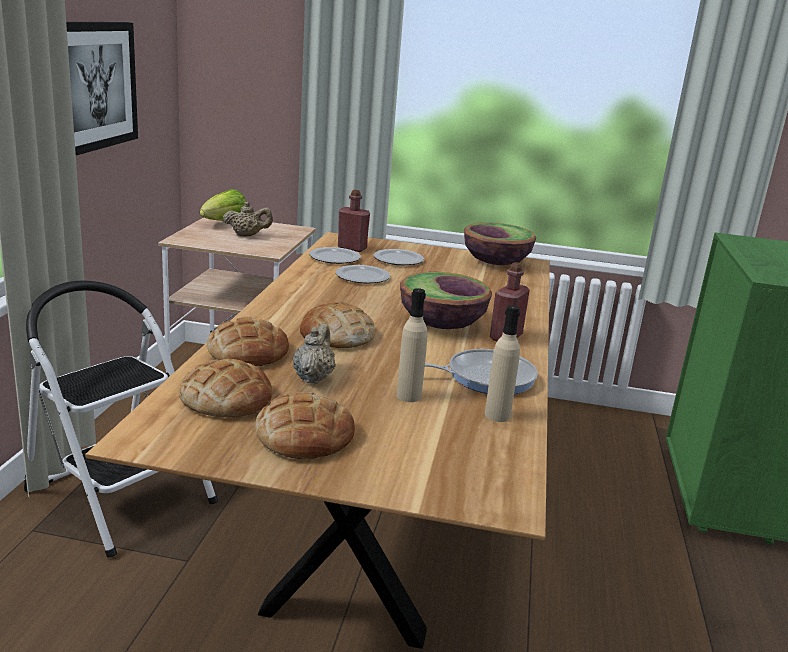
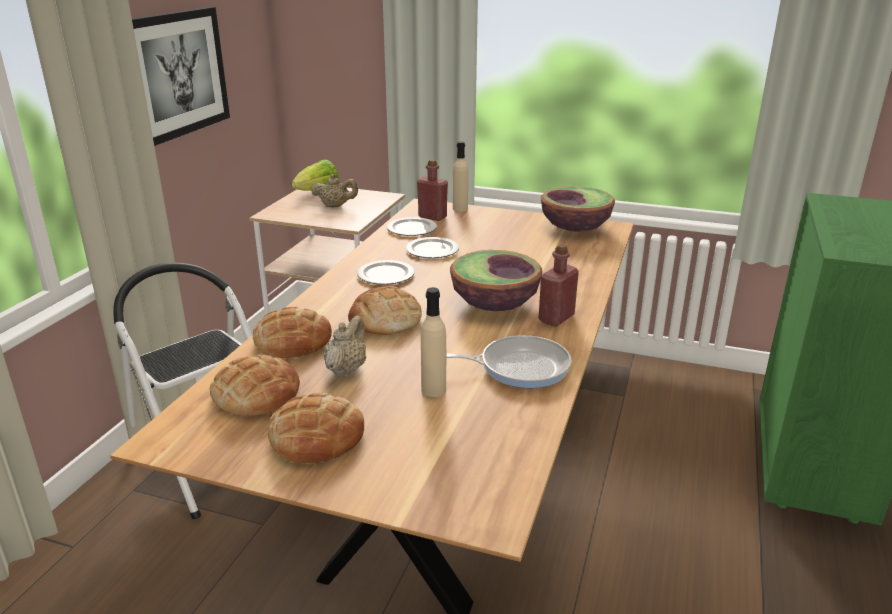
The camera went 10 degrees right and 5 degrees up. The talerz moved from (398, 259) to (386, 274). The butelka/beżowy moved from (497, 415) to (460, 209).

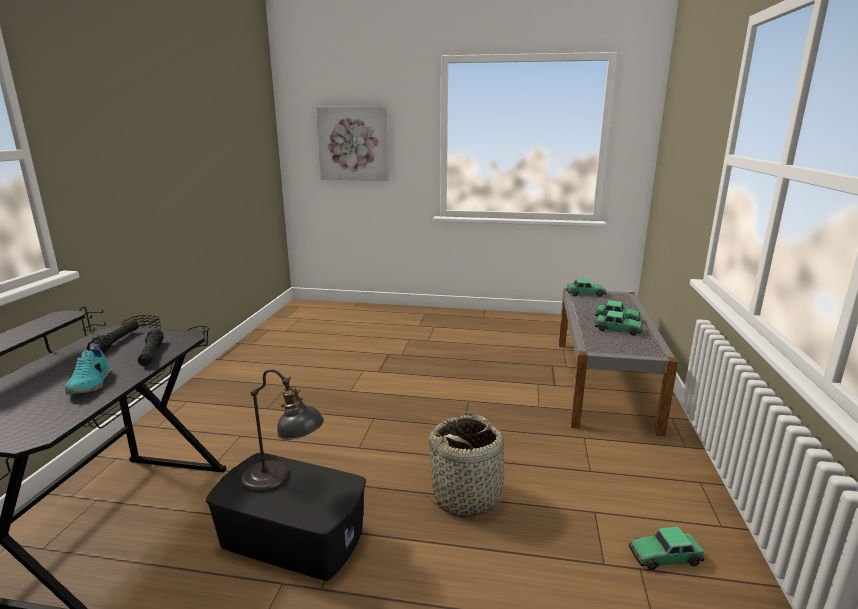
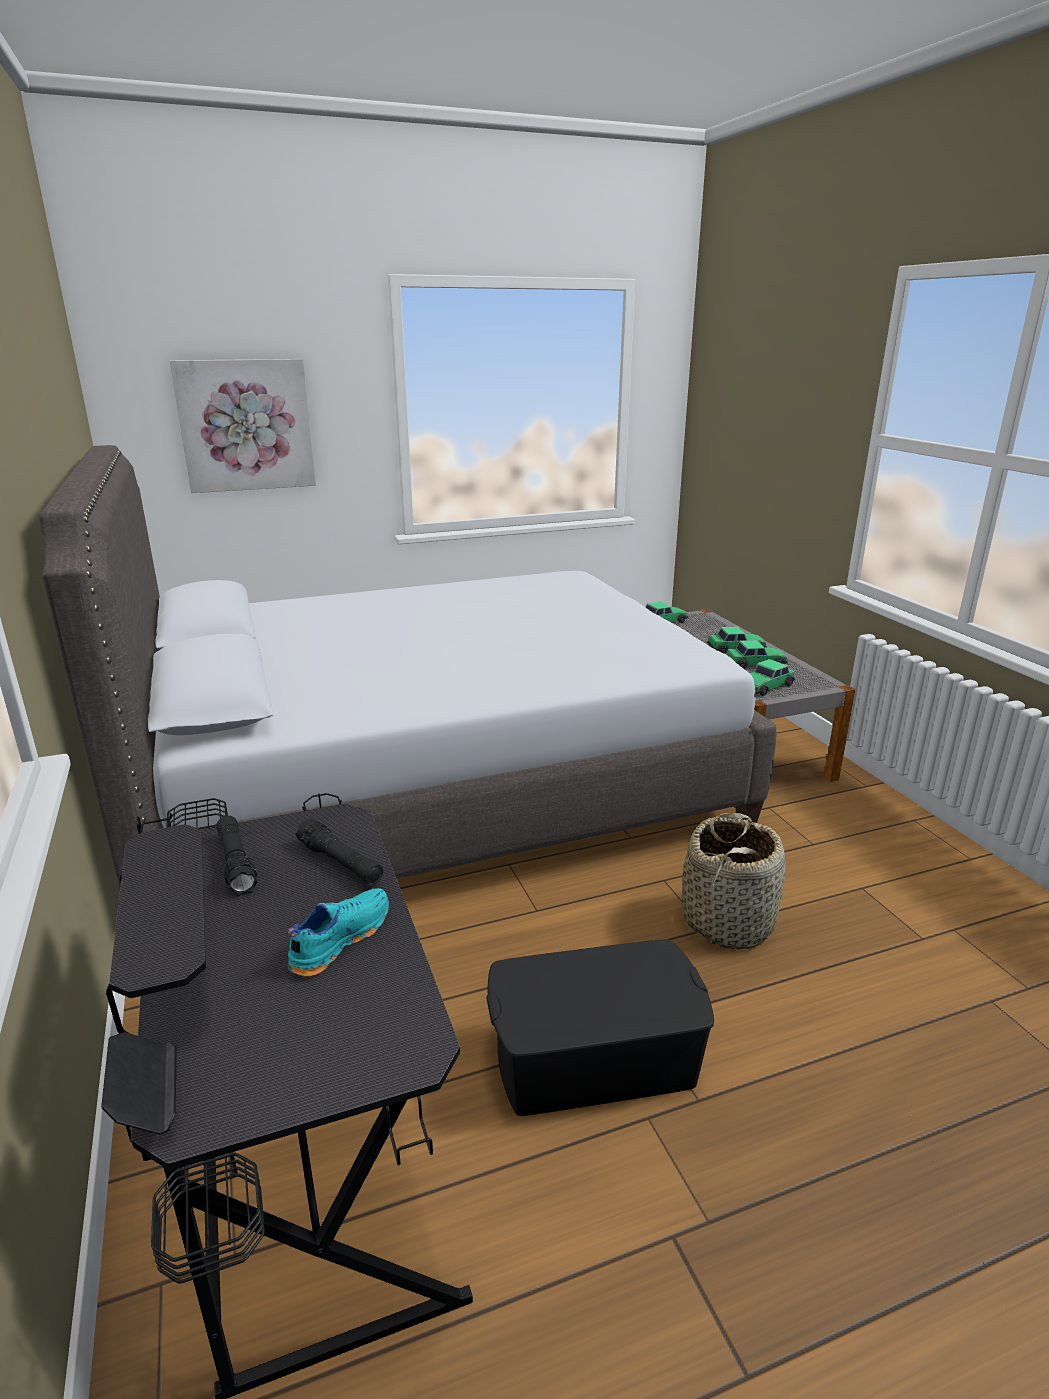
The camera went 30 degrees left and 5 degrees up. The łóżko/szary at (431, 786) appeared. The but/turkusowy at (91, 384) turned 105 degrees counterclockwise. The samochodzik moved from (664, 556) to (765, 686). The lampa stołowa/szary at (284, 481) disappeared.

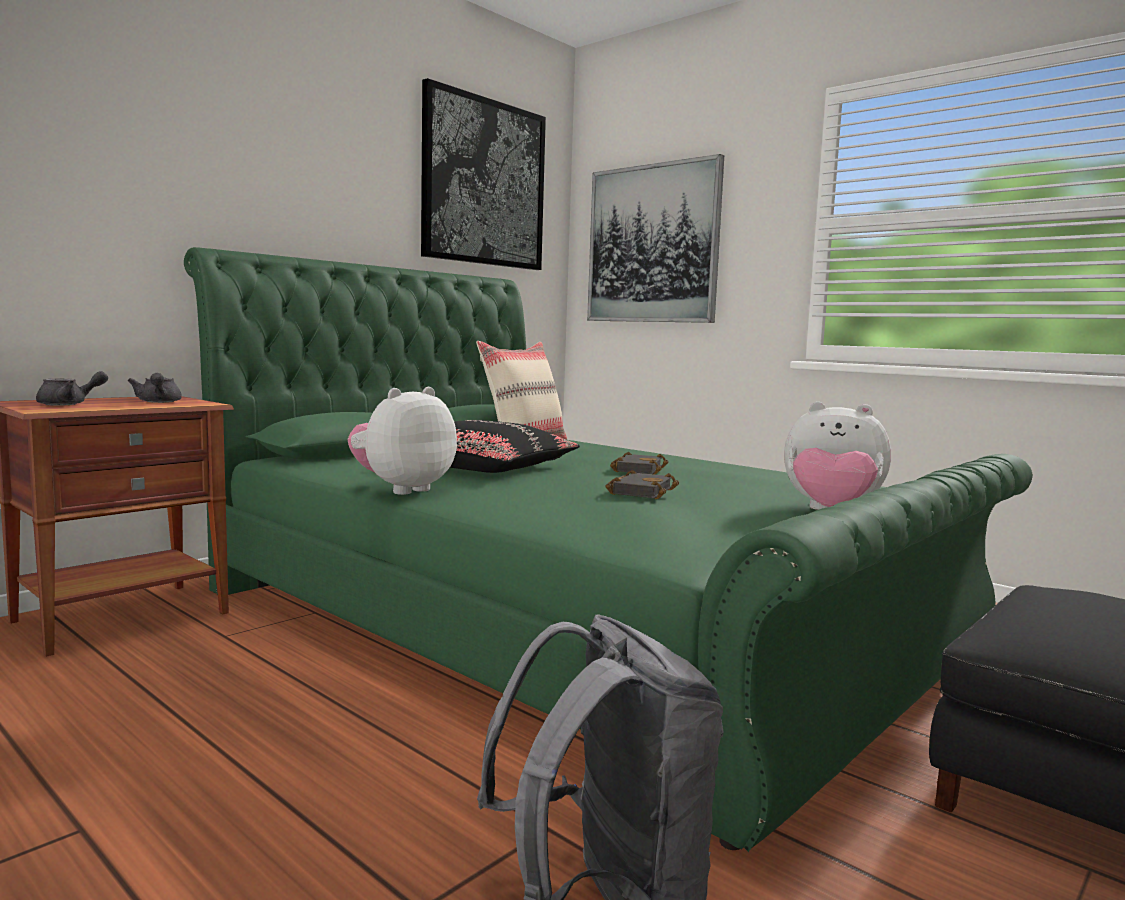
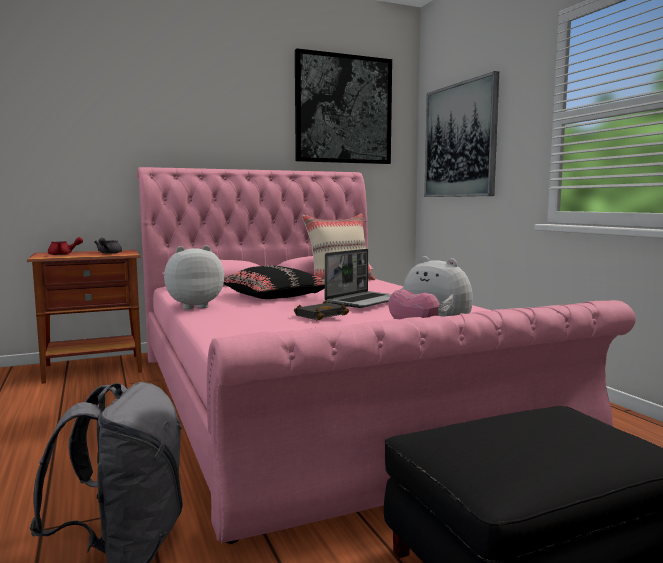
The camera went 25 degrees right and 0 degrees up. The imbryk/szary at (69, 404) became the imbryk/czerwony at (64, 254). The łóżko/zielony at (569, 615) became the łóżko/różowy at (320, 396). The książka/czarny at (637, 469) was replaced by the laptop at (364, 301).

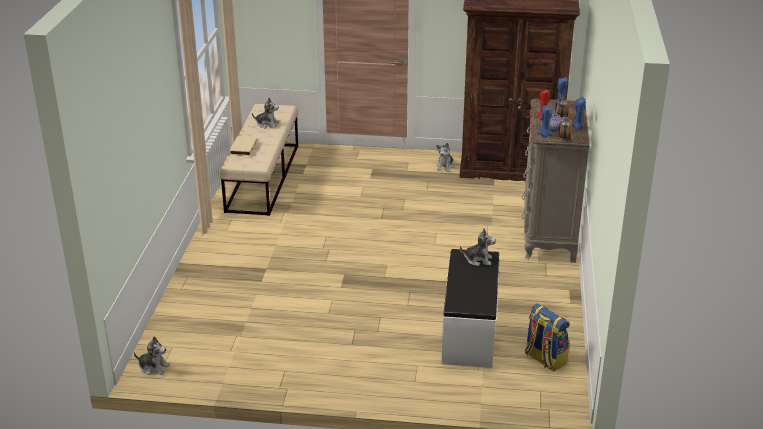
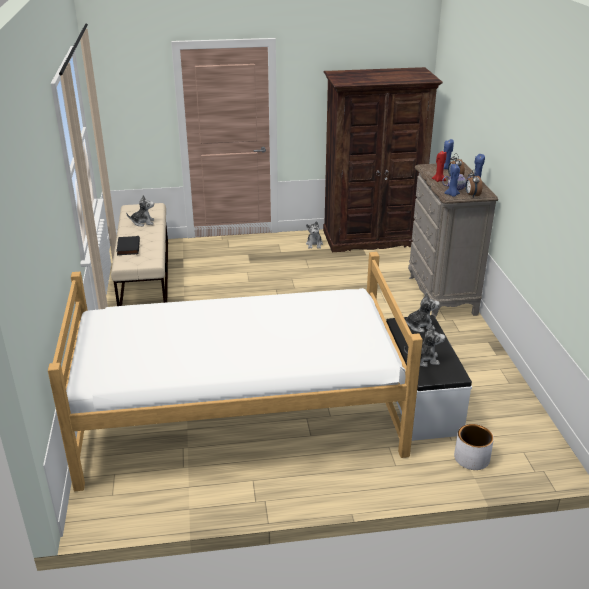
The camera went 15 degrees left and 0 degrees up. The łóżko at (239, 416) appeared. The książka/beżowy at (242, 148) became the książka/czarny at (127, 247). The pluszak moved from (153, 367) to (424, 359). The donica/biały at (471, 458) appeared. The plecak at (544, 359) disappeared.

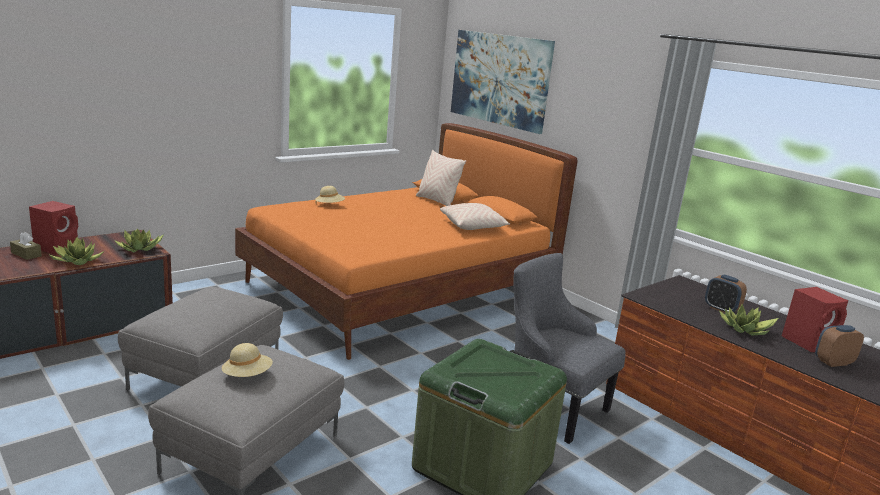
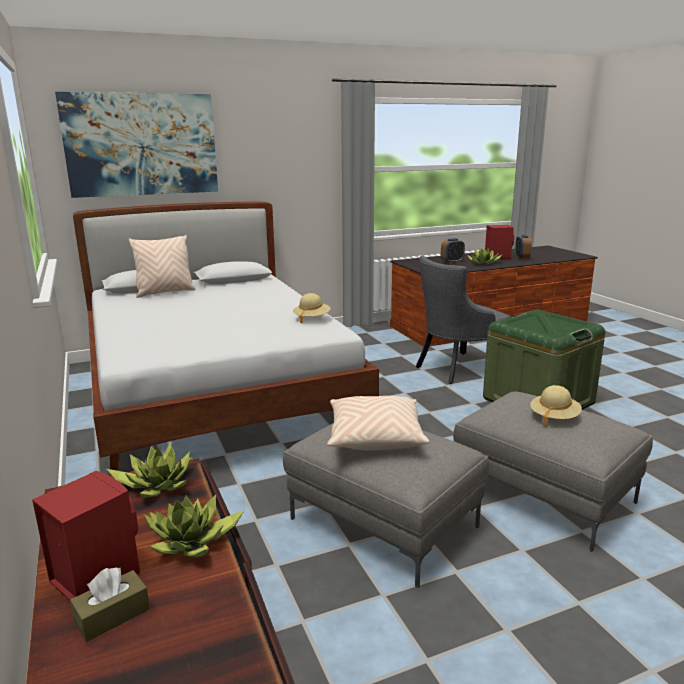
The camera went 70 degrees left and 0 degrees up. The łóżko/pomarańczowy at (400, 291) became the łóżko/biały at (216, 394). The kapelusz/beżowy moved from (329, 206) to (312, 318). The poduszka/beżowy moved from (473, 226) to (375, 436).

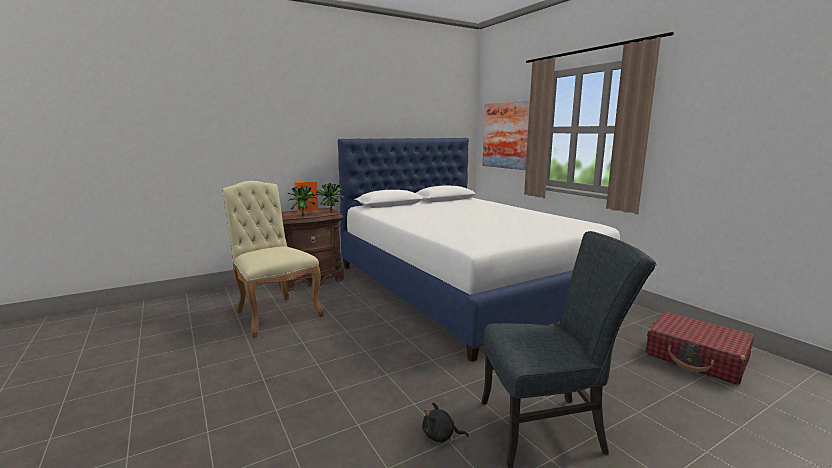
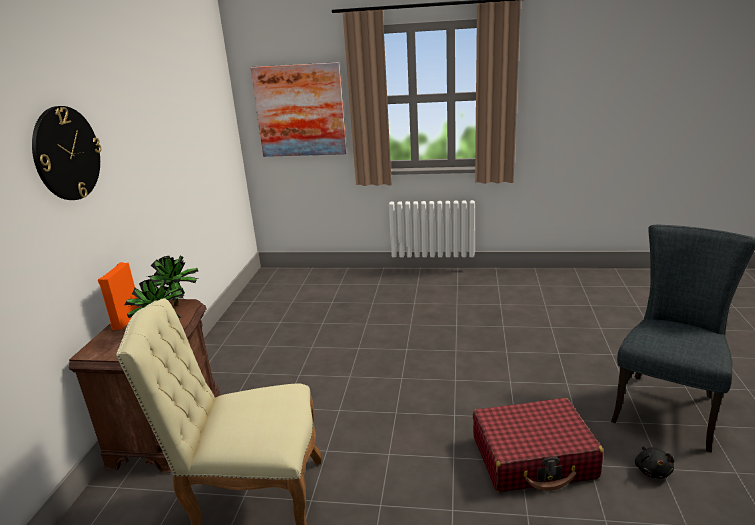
The camera went 50 degrees left and 10 degrees up. The zegar ścienny at (66, 153) appeared. The walizka/czerwony moved from (696, 358) to (533, 457). The pluszak/czarny at (441, 436) turned 45 degrees counterclockwise. The łóżko/biały at (464, 286) disappeared.

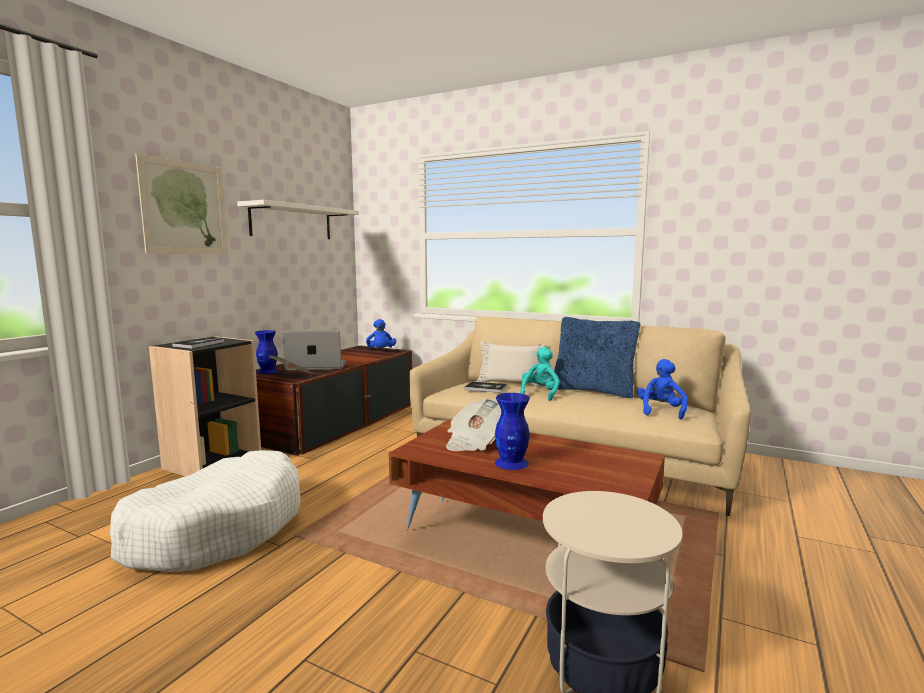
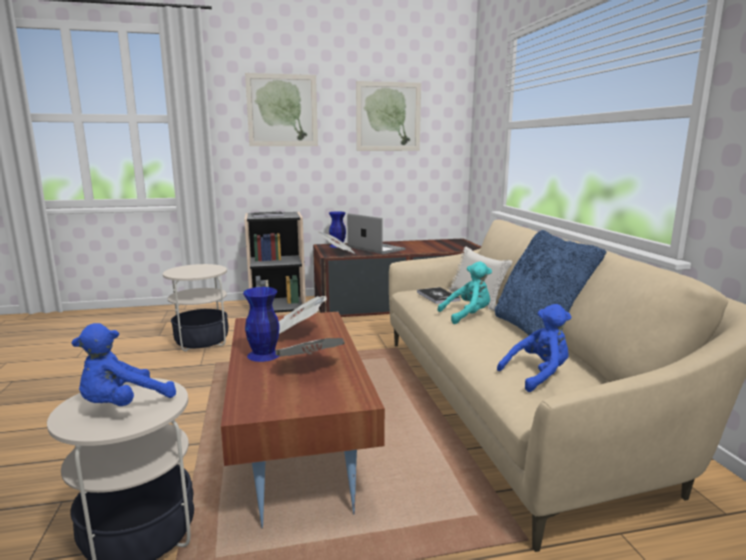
The camera went 50 degrees right and 5 degrees up. The pluszak/niebieski moved from (381, 351) to (123, 405). The legowisko/biały at (218, 528) was replaced by the stolik/beżowy at (201, 343). The gazeta at (310, 366) appeared. The półka/biały at (292, 222) was replaced by the obraz at (388, 117).

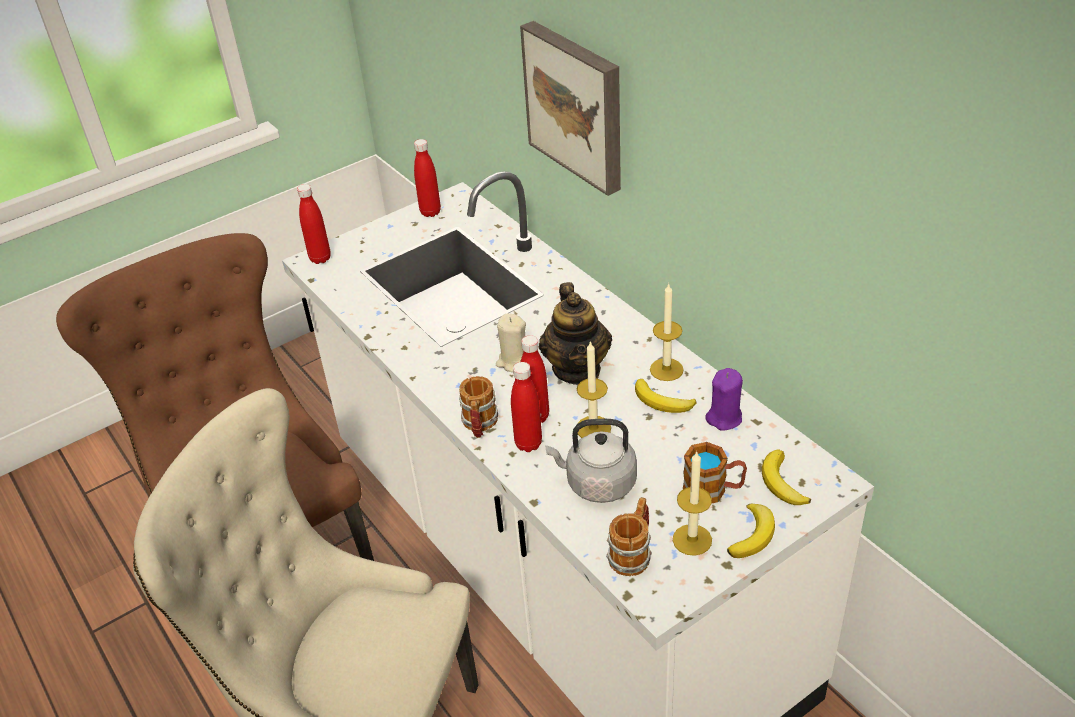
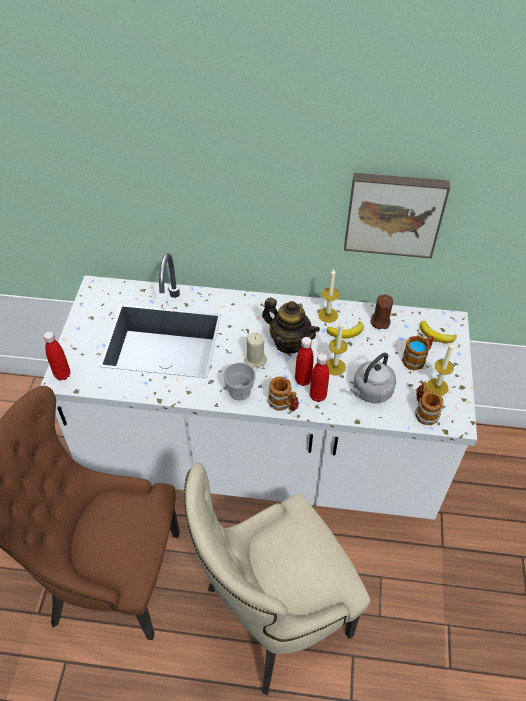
The camera went 50 degrees left and 10 degrees up. The filiżanka at (239, 391) appeared. The obraz moved from (577, 105) to (394, 213). The świeca/fioletowy at (724, 418) became the świeca/brązowy at (380, 321). The butelka/czerwony at (430, 212) disappeared. The banan at (753, 535) disappeared.

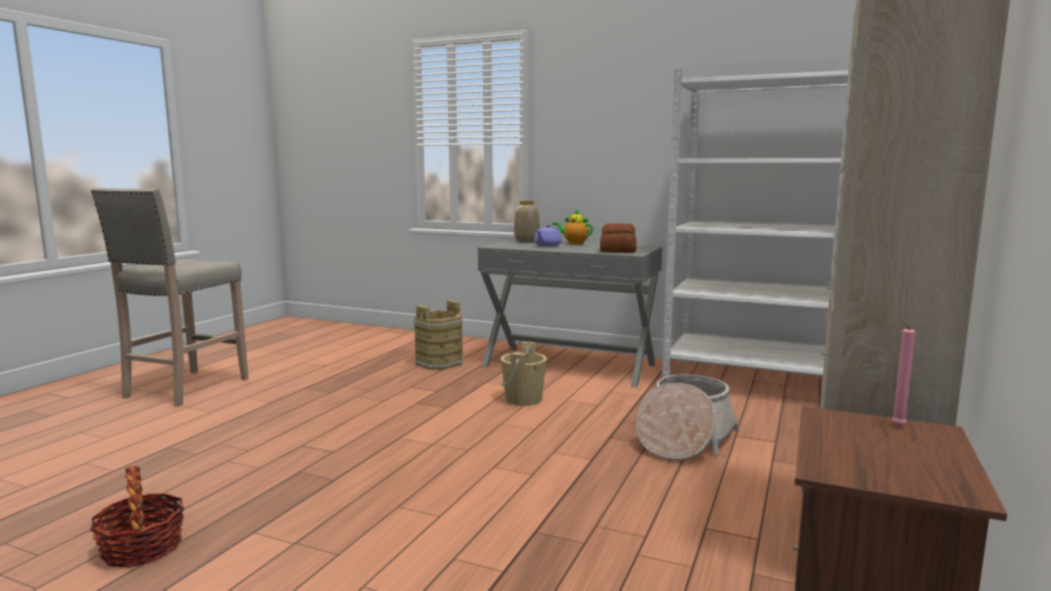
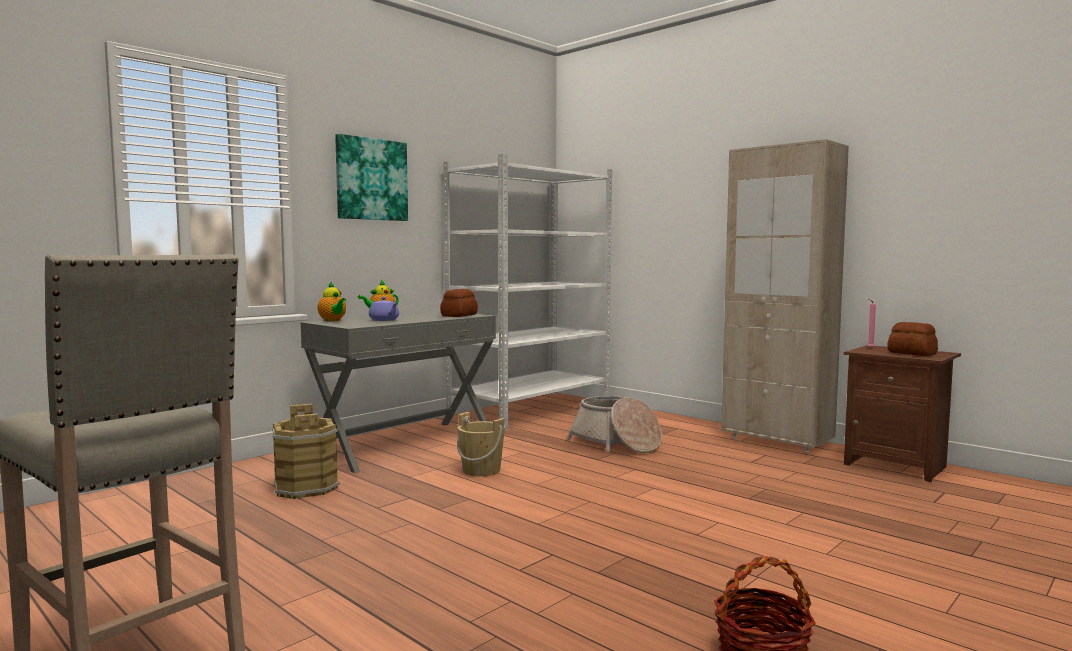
The camera went 70 degrees left and 5 degrees down. The wazon at (526, 241) was replaced by the imbryk at (333, 320). The obraz at (371, 179) appeared. The chleb at (911, 353) appeared.

